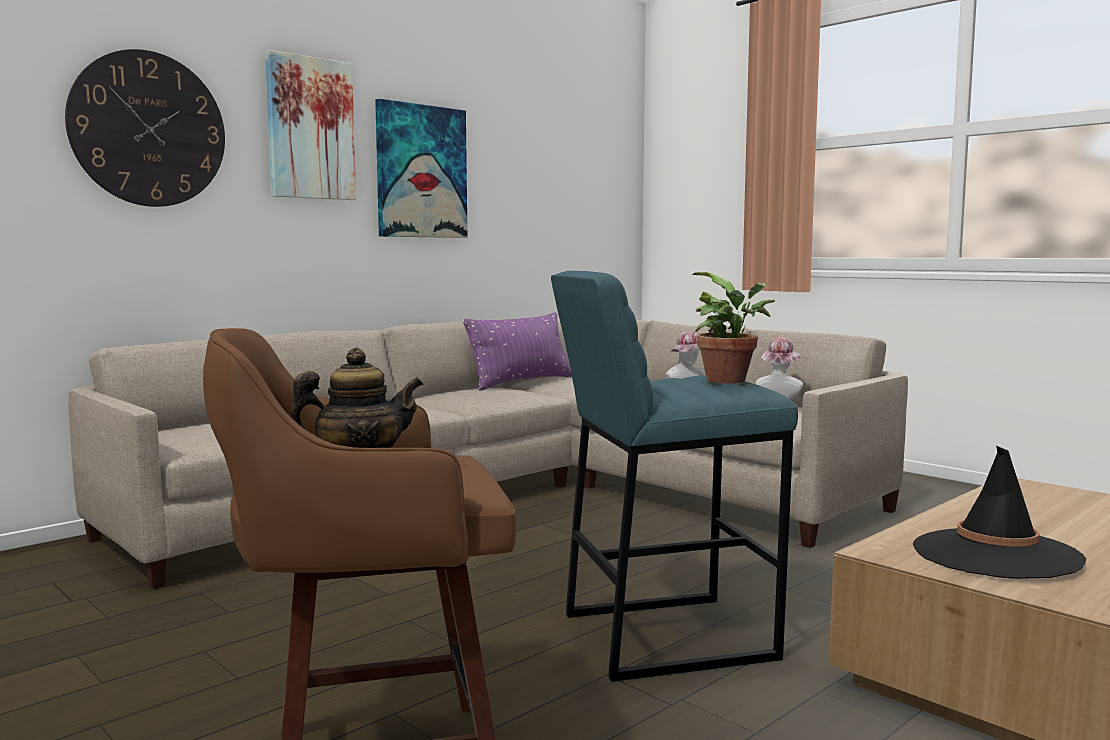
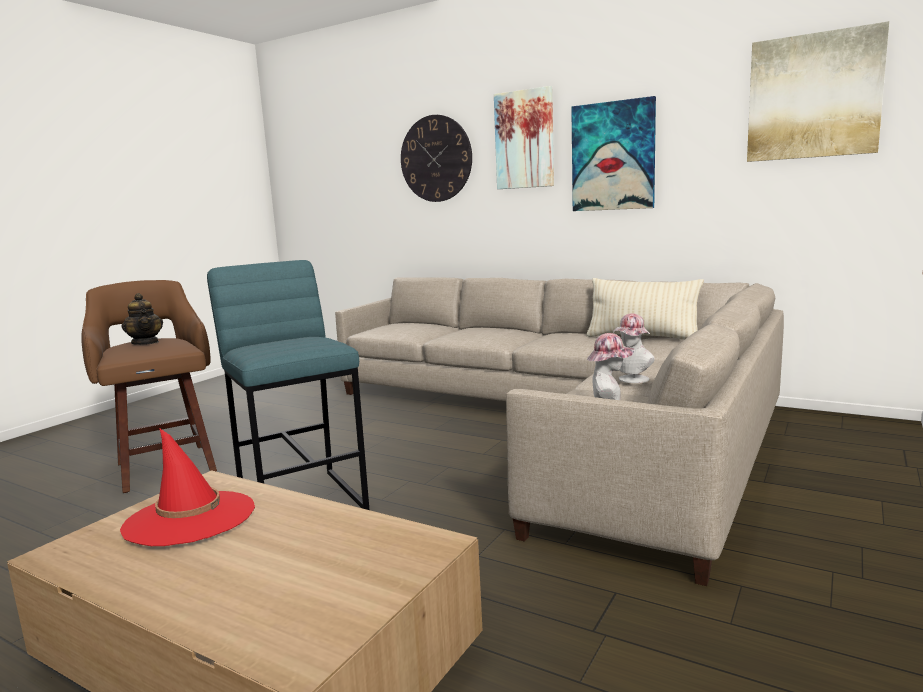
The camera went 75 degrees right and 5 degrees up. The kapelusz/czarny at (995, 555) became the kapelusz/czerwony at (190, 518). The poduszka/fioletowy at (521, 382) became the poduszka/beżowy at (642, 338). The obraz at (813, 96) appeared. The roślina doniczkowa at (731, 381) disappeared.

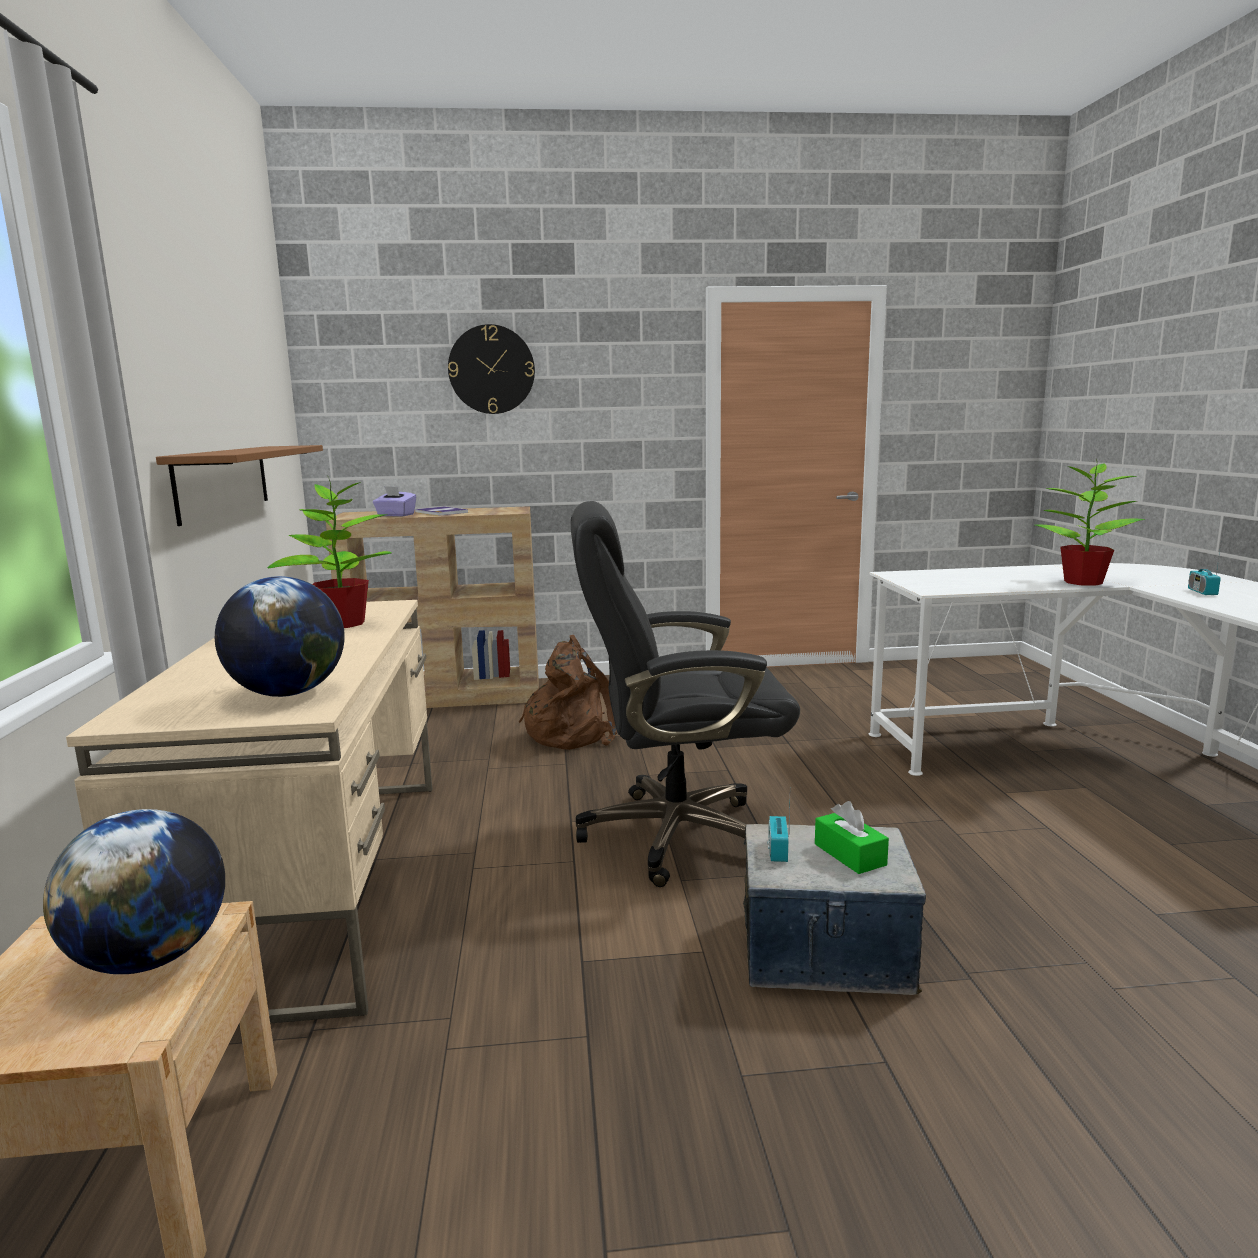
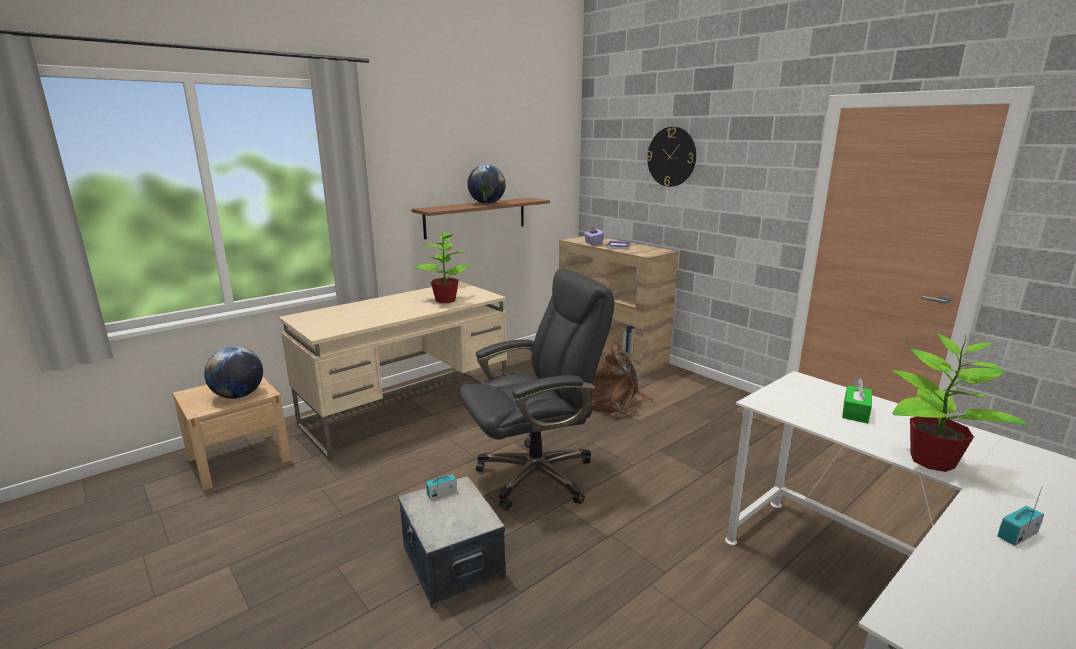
The camera went 55 degrees right and 5 degrees up. The krzesło biurowe/czarny at (680, 834) turned 105 degrees clockwise. The globus moved from (288, 693) to (487, 203). The pudełko chusteczek/zielony moved from (850, 854) to (855, 412).

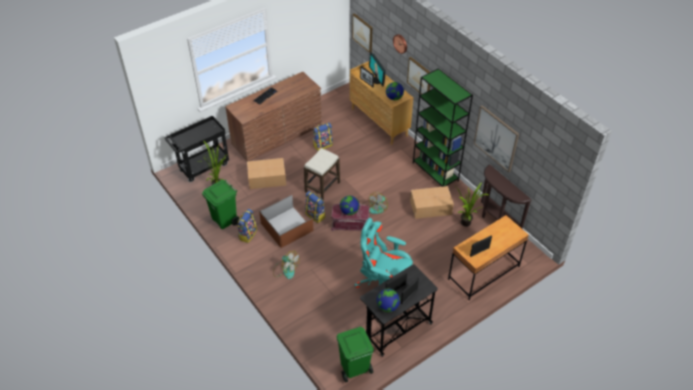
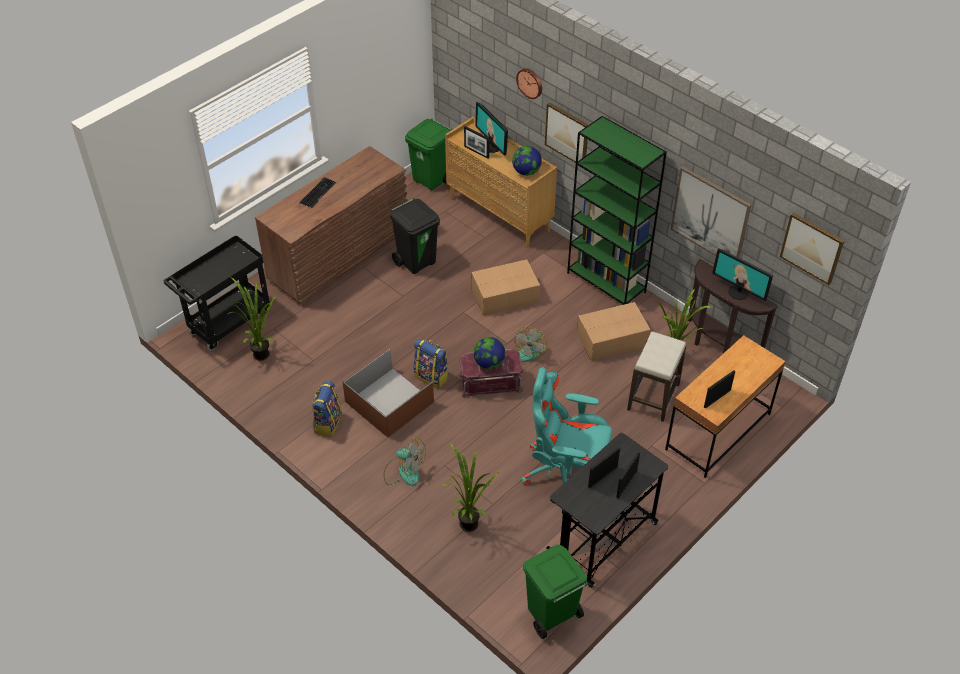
The camera went 10 degrees left and 0 degrees up. The plecak at (323, 145) was replaced by the kosz na śmieci/czarny at (417, 261). The kosz na śmieci/zielony moved from (225, 220) to (431, 180). The roślina doniczkowa at (468, 520) appeared. The karton moved from (267, 178) to (506, 296). The stołek moved from (322, 187) to (653, 397). The monitor at (738, 292) appeared. The obraz moved from (363, 32) to (812, 248). The globus at (387, 306) disappeared.

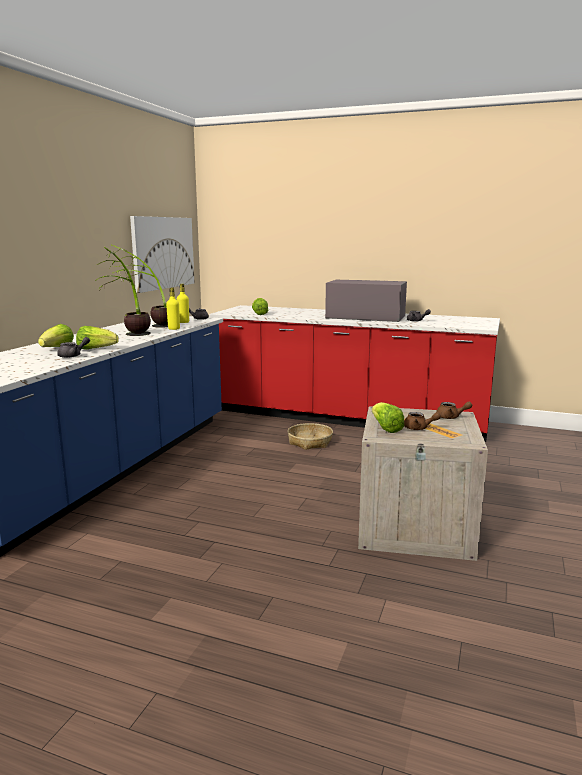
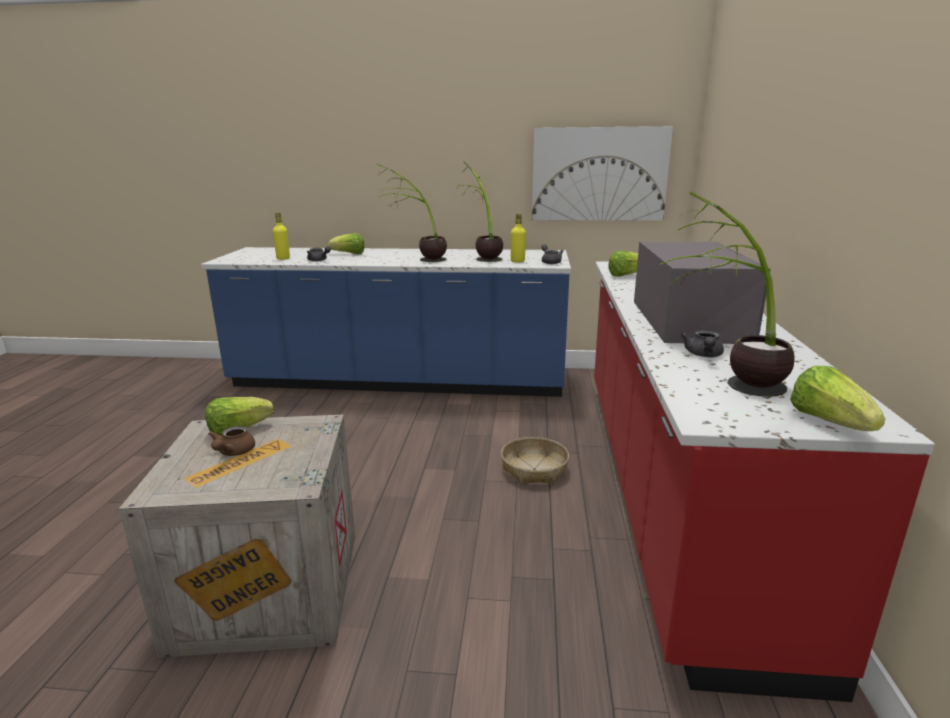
The camera went 75 degrees right and 5 degrees up. The butelka/żółty moved from (174, 329) to (283, 258). The roślina doniczkowa at (727, 389) appeared. The sałata moved from (96, 349) to (829, 422). The imbryk/brązowy at (451, 417) disappeared.

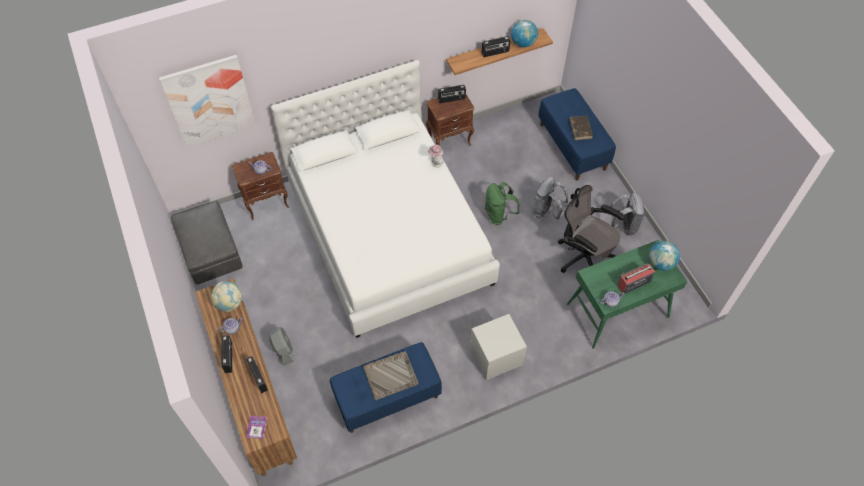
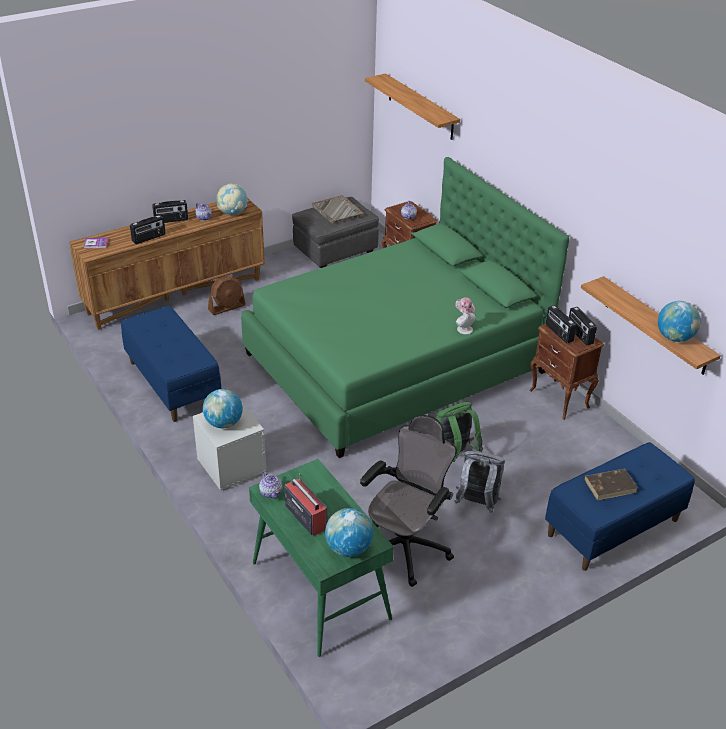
The camera went 80 degrees right and 20 degrees down. The globus at (223, 423) appeared. The wentylator/szary at (283, 349) became the wentylator/brązowy at (227, 307). The łóżko/biały at (389, 233) became the łóżko/zielony at (395, 363). The taca/szary moved from (391, 375) to (337, 211). The obraz at (209, 101) was replaced by the półka at (420, 107). The radio moved from (495, 53) to (558, 333). The plecak/szary at (623, 226) disappeared.

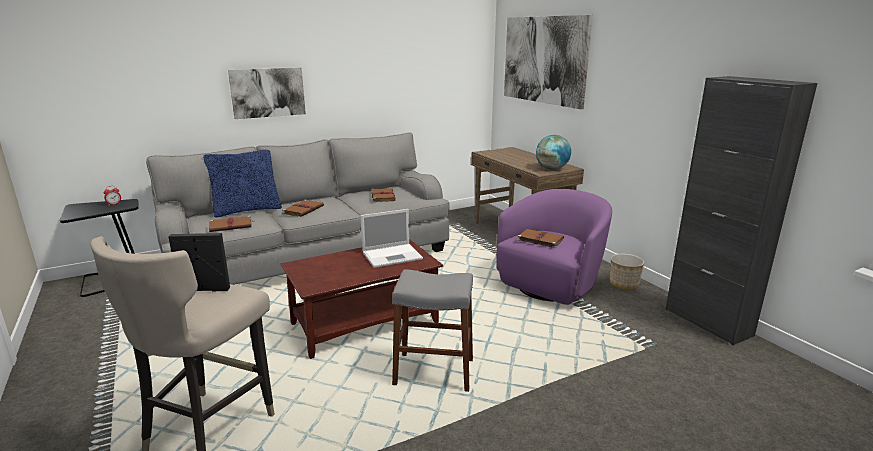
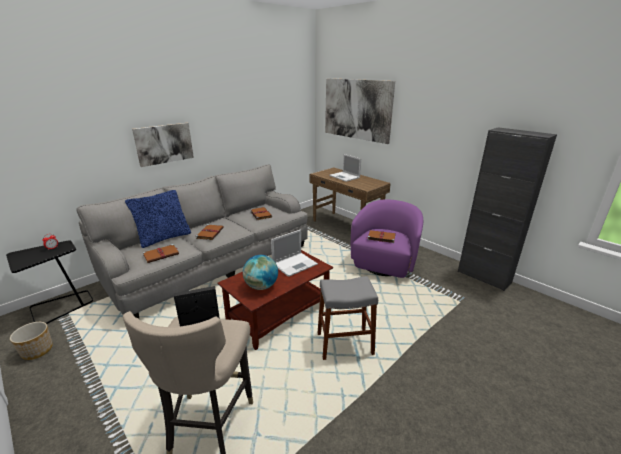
The camera went 15 degrees left and 5 degrees up. The donica moved from (623, 284) to (37, 350). The globus moved from (552, 169) to (261, 286). The laptop at (345, 177) appeared.

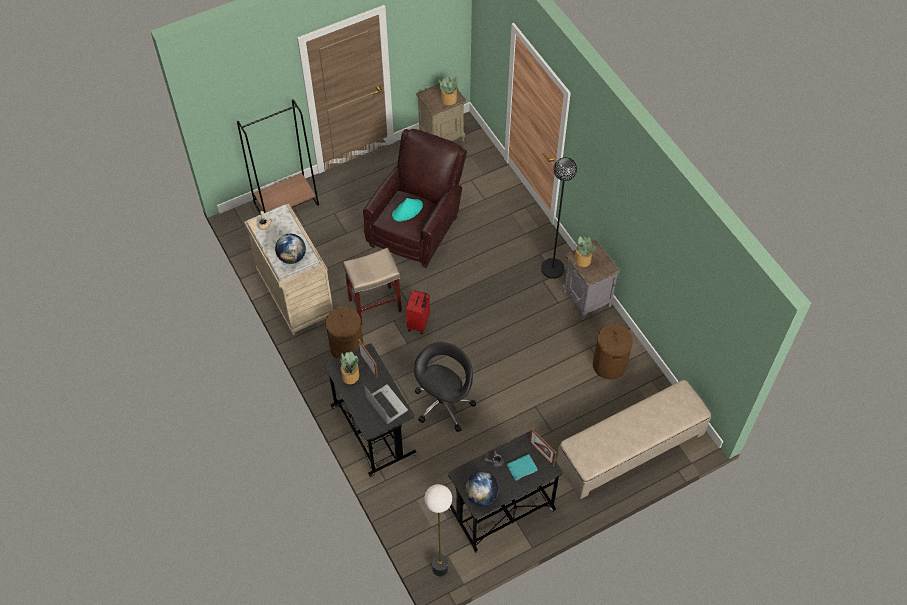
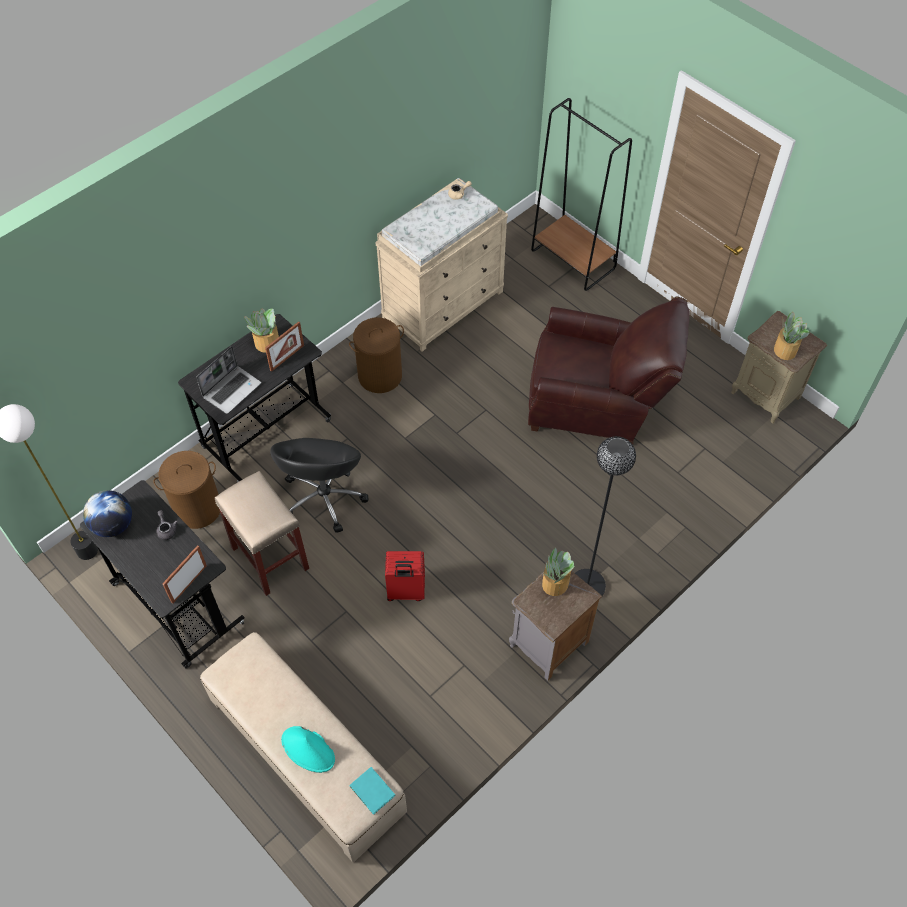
The camera went 75 degrees right and 0 degrees up. The kosz na pranie/brązowy moved from (609, 365) to (197, 508). The stołek/beżowy moved from (375, 305) to (271, 558). The krzesło biurowe/czarny at (444, 404) turned 75 degrees clockwise. The kapelusz/turkusowy moved from (407, 210) to (308, 750). The książka/turkusowy moved from (523, 468) to (372, 792). The walizka/czerwony moved from (419, 323) to (405, 592). The globus at (292, 257) disappeared.

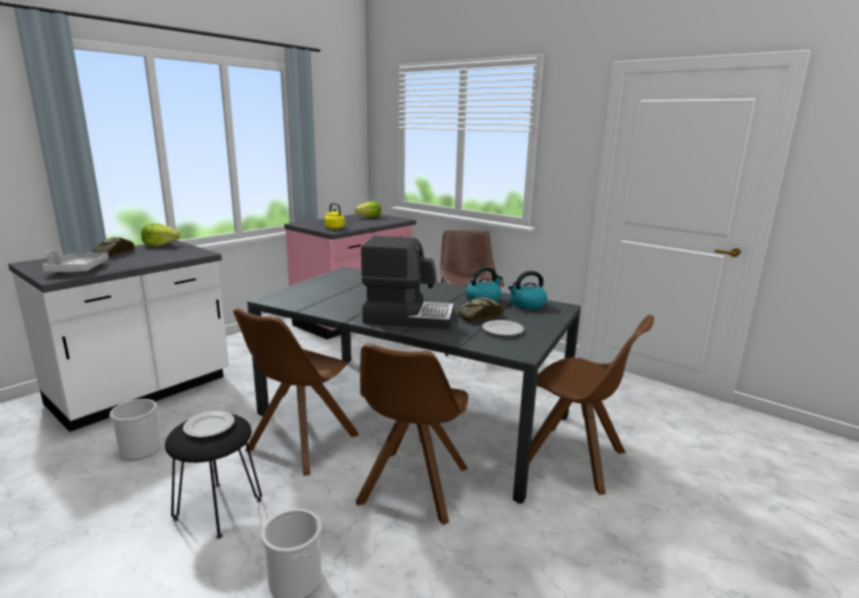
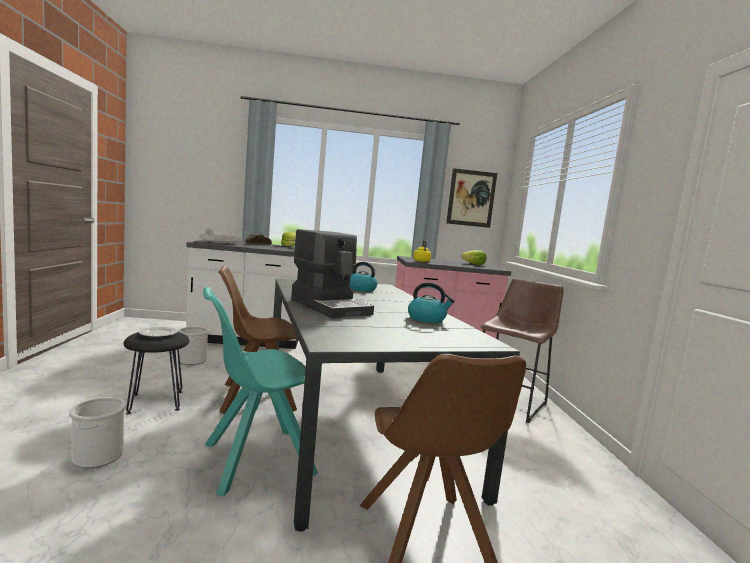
The camera went 45 degrees right and 10 degrees down. The krzesło/brązowy at (413, 487) became the krzesło/turkusowy at (255, 460). The czajnik moved from (527, 304) to (361, 289). The obraz at (471, 198) appeared. The chleb at (478, 316) disappeared. The talerz at (502, 330) disappeared.

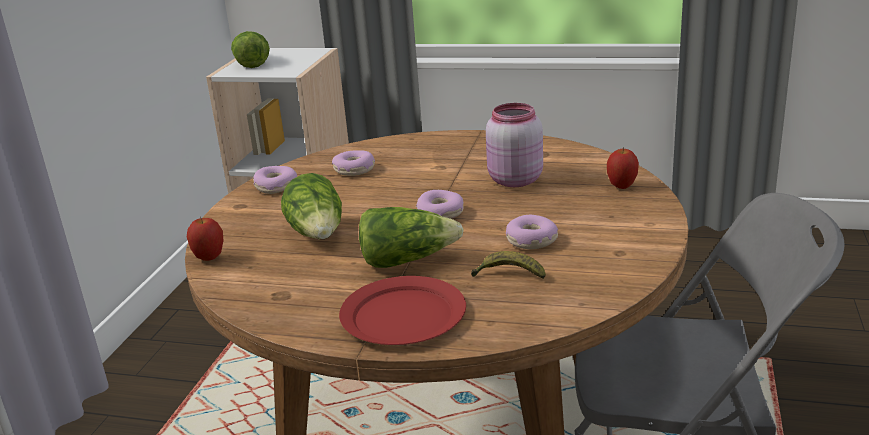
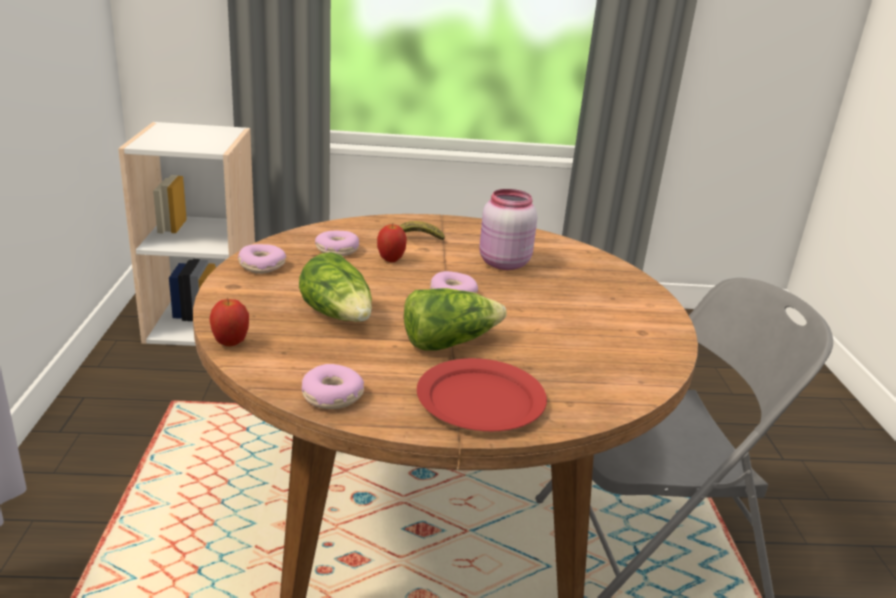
The camera went 20 degrees left and 0 degrees up. The donut moved from (531, 240) to (332, 396). The jabłko moved from (621, 186) to (391, 260). The banan moved from (509, 275) to (416, 239). The sałata at (251, 63) disappeared.

